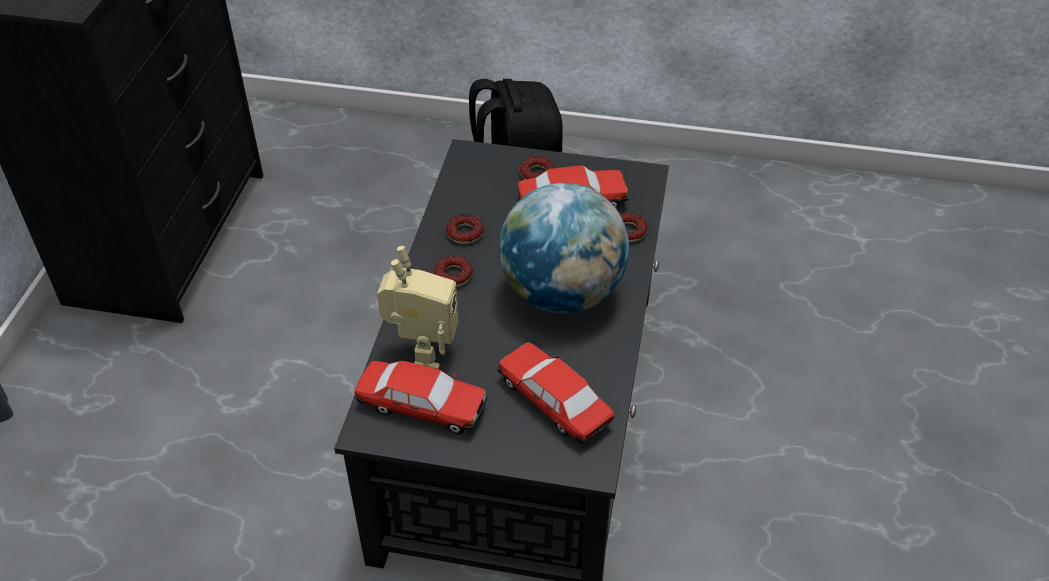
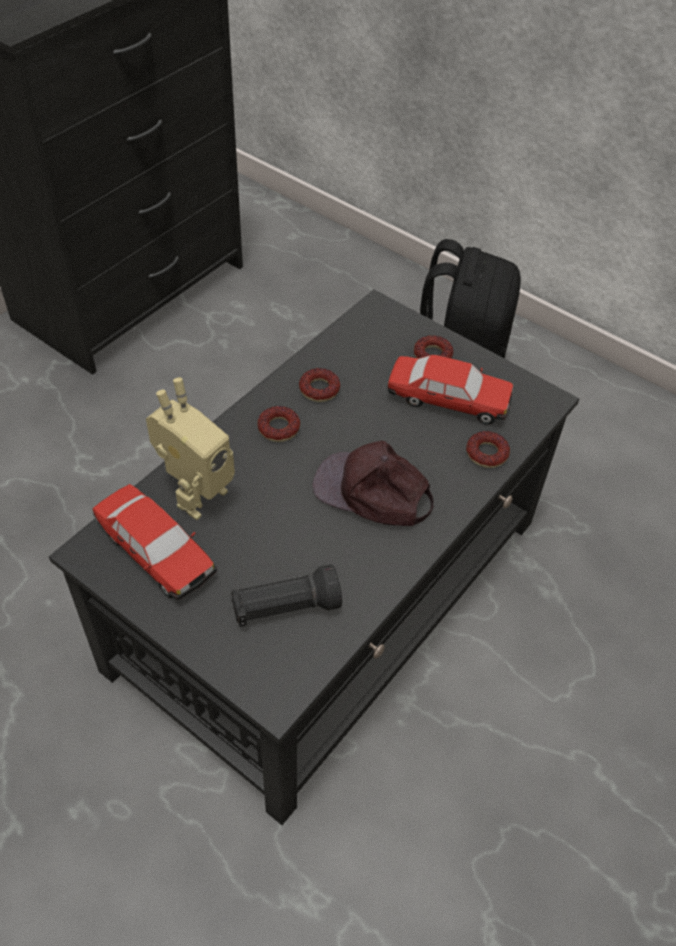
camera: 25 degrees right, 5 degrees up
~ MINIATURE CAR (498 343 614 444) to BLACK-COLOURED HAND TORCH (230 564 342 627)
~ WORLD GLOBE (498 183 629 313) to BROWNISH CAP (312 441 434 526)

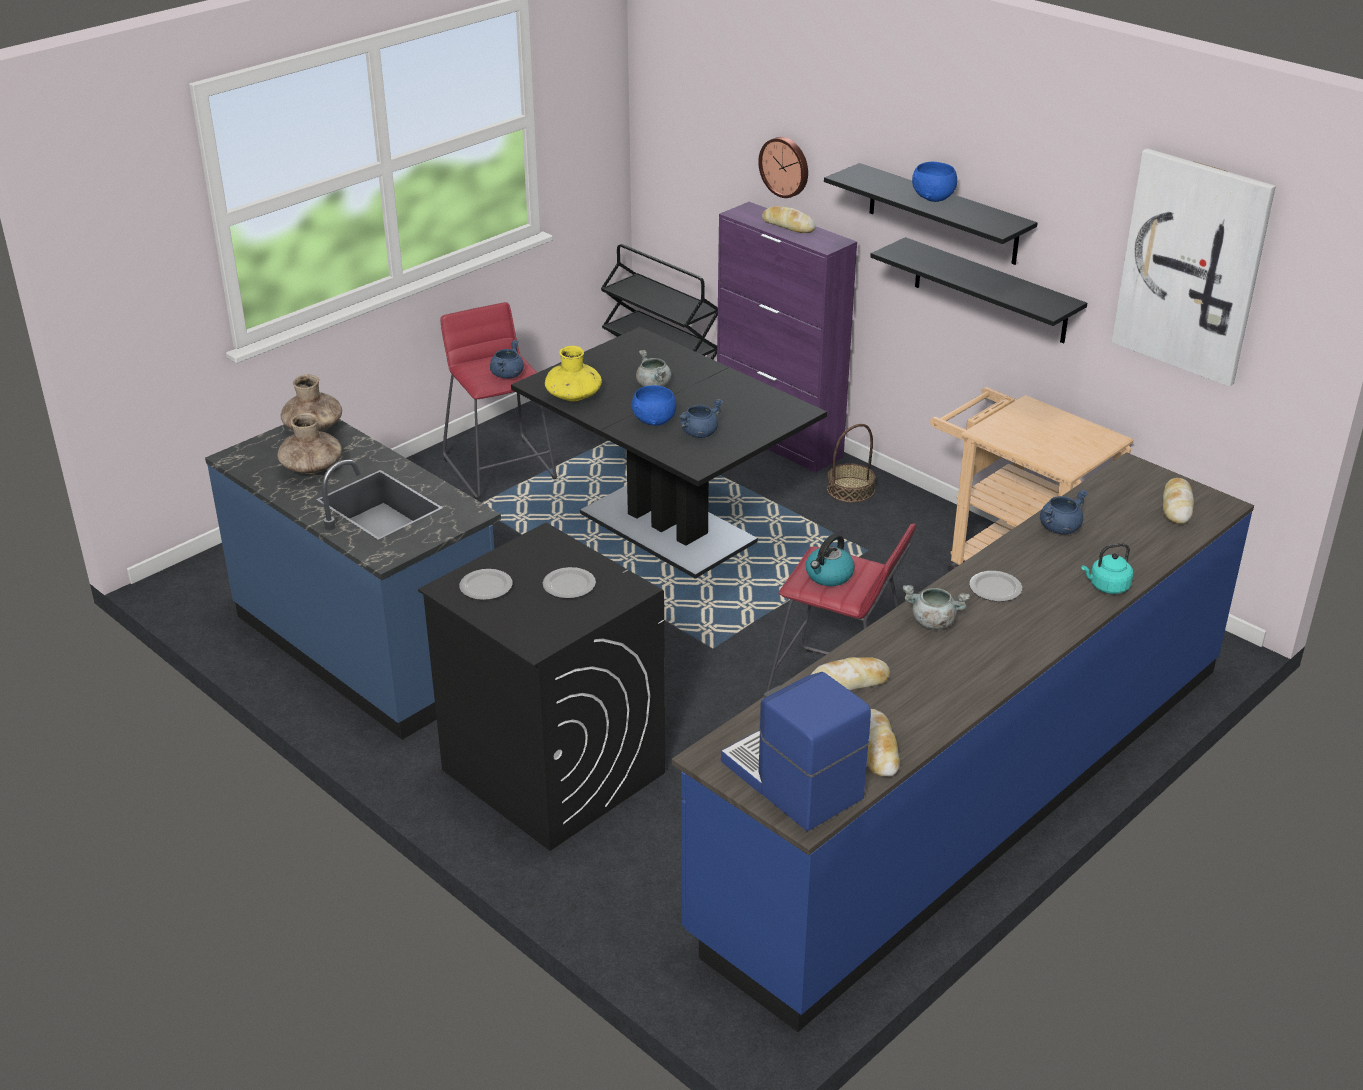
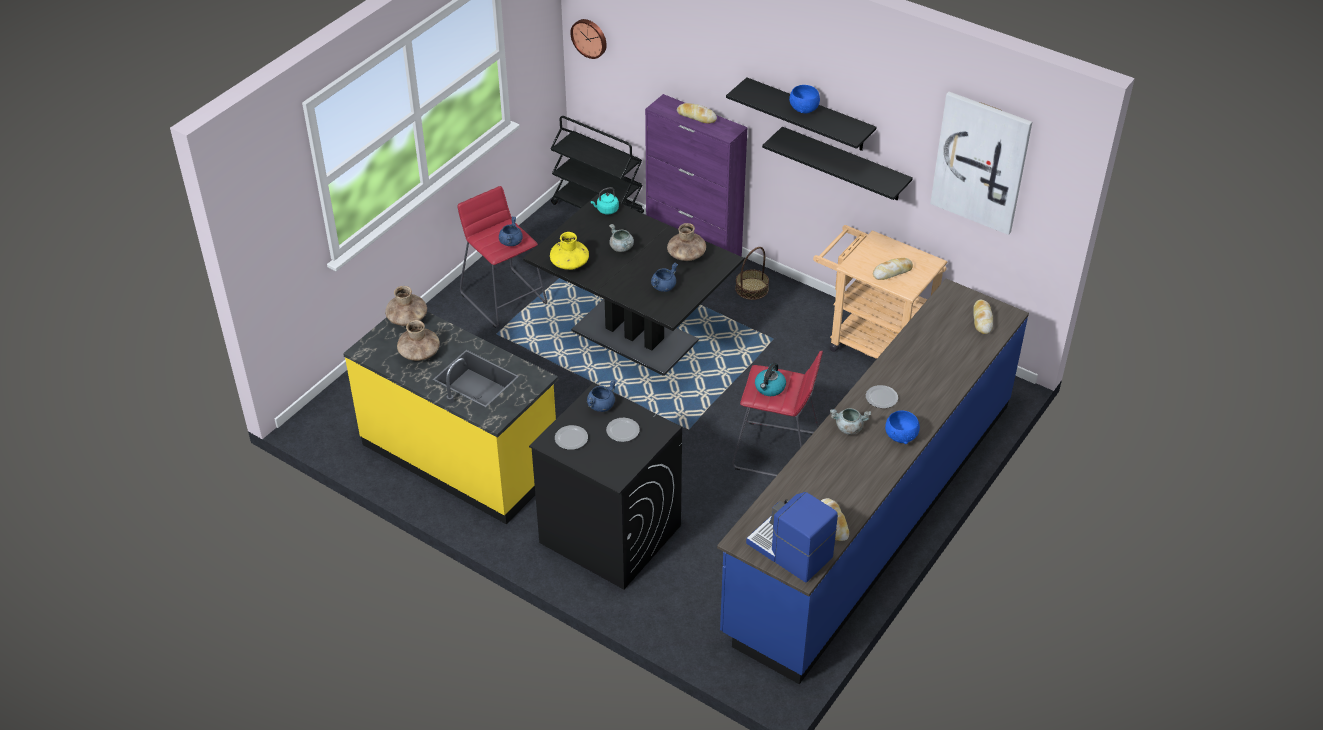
camera: 10 degrees left, 10 degrees up
~ BLUE KITCHEN COUNTER (205 419 501 740) to YELLOW-COLOURED KITCHEN COUNTER (343 311 558 524)
~ CLOCK ON THE WALL (758 137 808 198) to (570 19 607 59)
~ BLUE STOCKPOT (1040 489 1088 535) to (587 379 617 412)
~ TURQUOISE KETTLE (1082 543 1133 594) to (591 187 619 215)
+ BROWNISH VASE (667 223 706 261)
~ BAKED BREAD (811 657 890 690) to (873 258 913 280)
~ BLUE DEEP DISH (632 385 676 426) to (885 411 920 444)

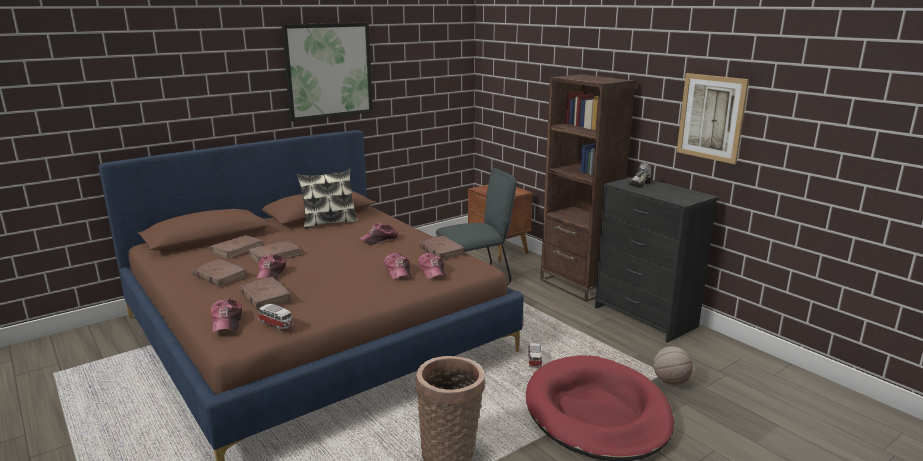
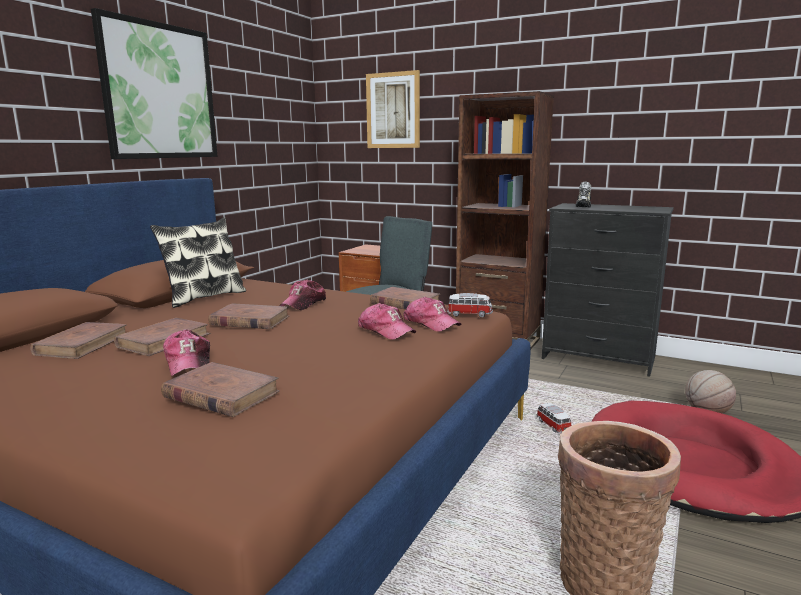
camera: 25 degrees left, 5 degrees down
~ BROWNISH VOLUME (192 259 247 287) to (208 303 289 329)
~ WALL PICTURE (677 73 749 164) to (366 70 420 148)
~ MINIATURE CAR (258 304 294 330) to (447 293 493 318)
- CAP (210 299 242 333)

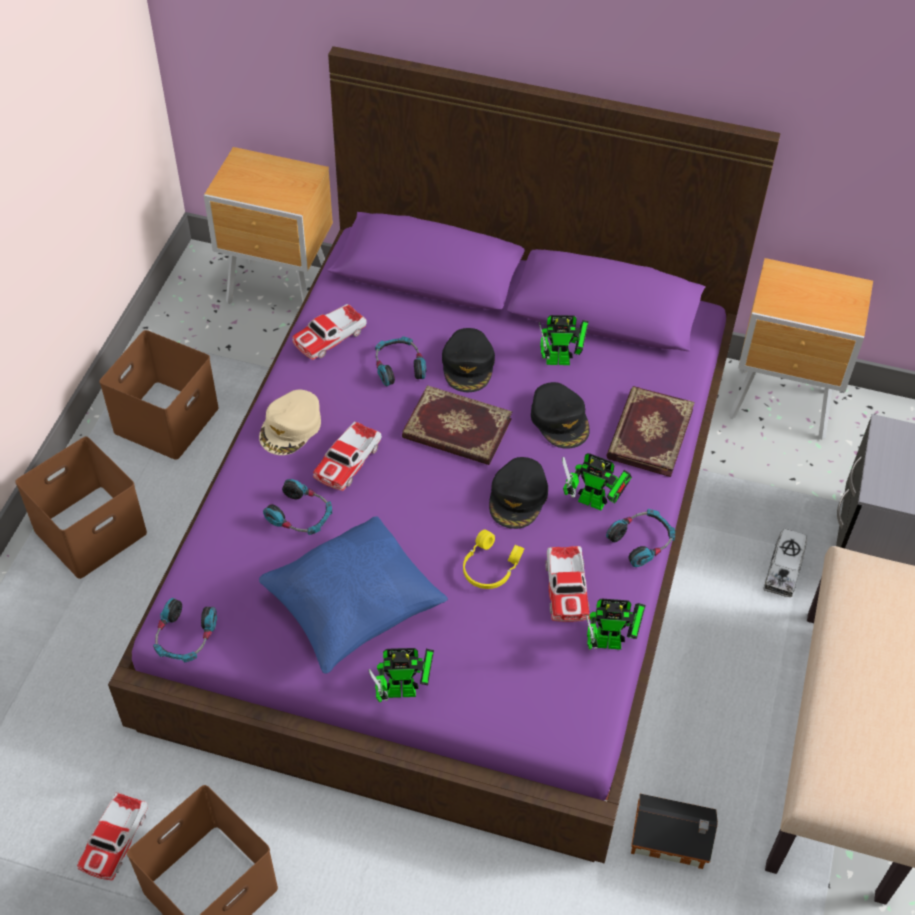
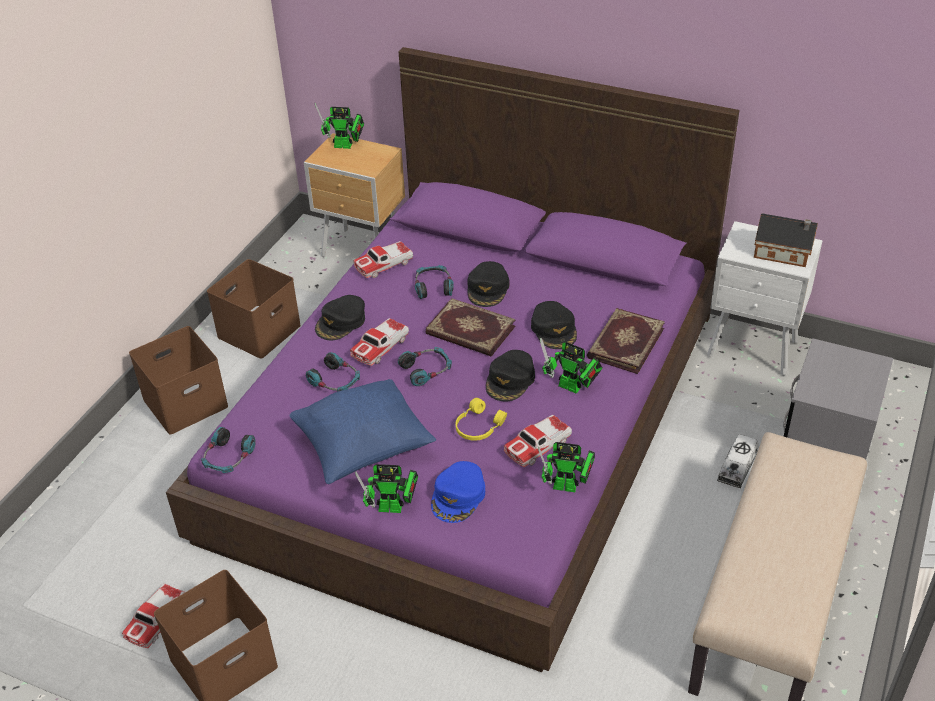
camera: 10 degrees right, 10 degrees down
~ MODEL ROBOT (539 315 589 365) to (315 103 364 149)
~ SAND-COLOURED CAP (259 390 321 455) to BLACK-COLOURED CAP (315 295 365 340)
~ HEADPHONES (606 509 675 567) to (398 347 452 386)
+ BLUE CAP (431 461 485 523)
~ MINIATURE CAR (545 546 590 622) = (504 415 572 467) 45 degrees clockwise
~ BROWNISH BEDSIDE TABLE (729 258 873 439) to WHITE BEDSIDE TABLE (707 221 823 376)
~ TOY HOUSE (631 794 718 869) to (754 213 818 267)

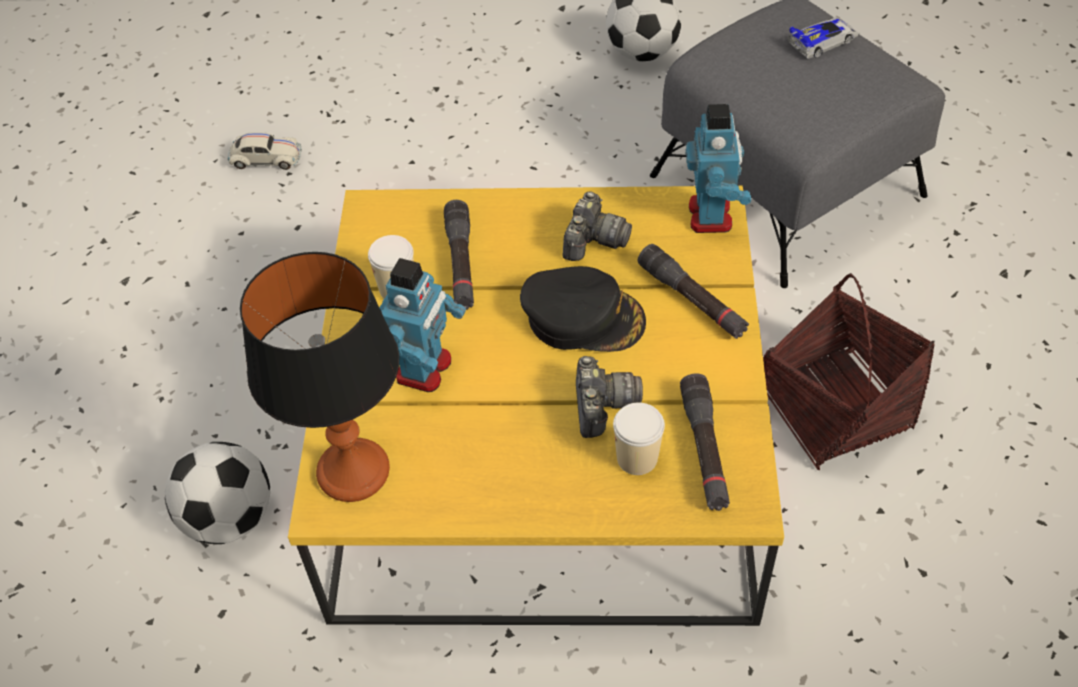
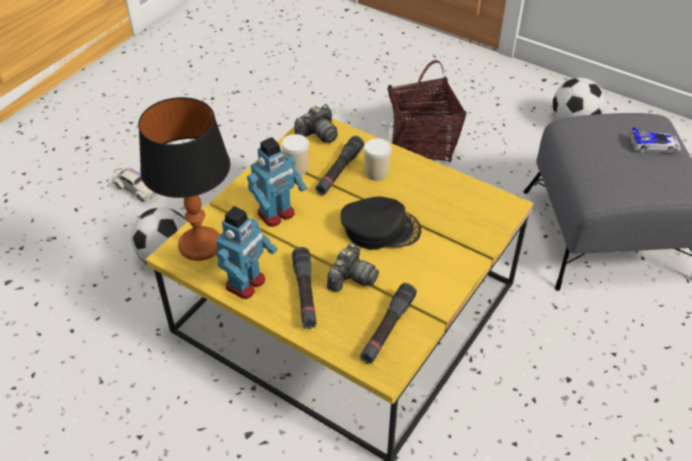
camera: 30 degrees right, 5 degrees down
~ WHITE MINIATURE CAR (228 132 302 170) to (112 167 157 202)
~ MODEL ROBOT (685 104 751 233) to (216 206 277 299)
~ BLACK-COLOURED HAND TORCH (638 244 749 339) to (292 247 317 329)
~ STILL CAMERA (562 192 632 261) to (294 105 338 143)
~ BLACK-COLOURED CAP (520 266 646 352) = (341 197 421 250) 45 degrees counterclockwise
~ CUP (613 402 665 475) to (364 138 392 181)
~ STORAGE BASKET (763 273 935 470) to (388 60 466 163)

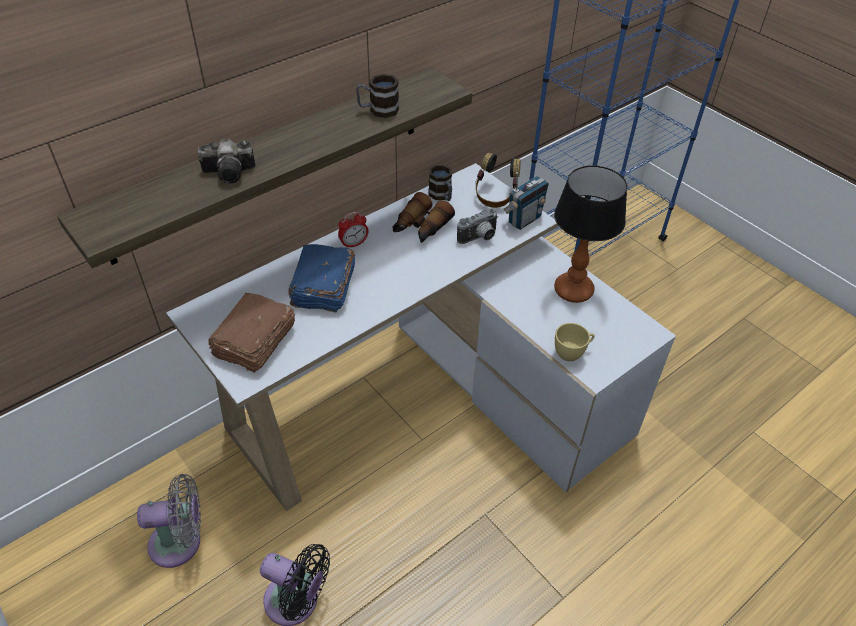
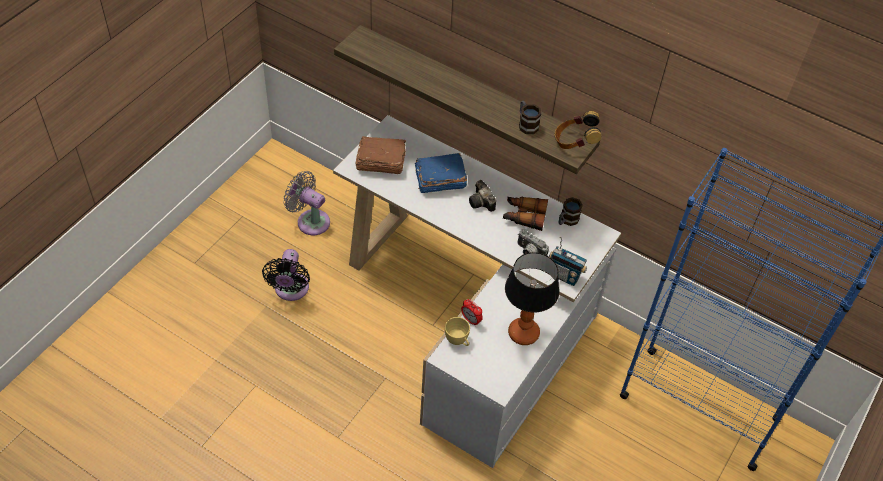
camera: 70 degrees right, 5 degrees up
~ GRAY ELECTRIC FAN (137 474 201 568) = (284 171 330 235) 150 degrees clockwise
~ ALARM CLOCK (338 212 368 248) to (461 299 483 326)
~ STILL CAMERA (198 139 255 183) to (469 180 496 212)
~ HEADPHONES (475 153 520 208) to (555 111 601 149)

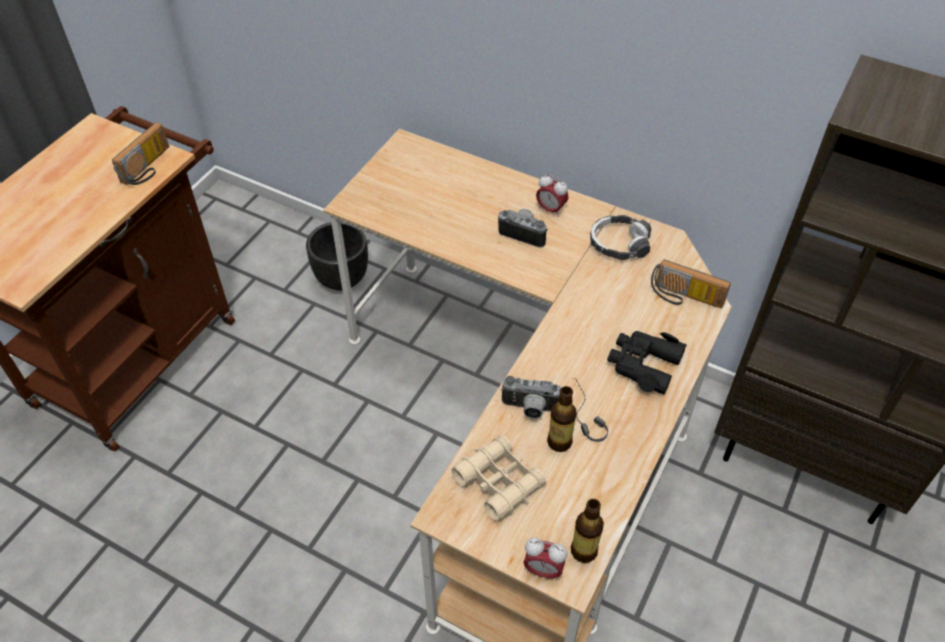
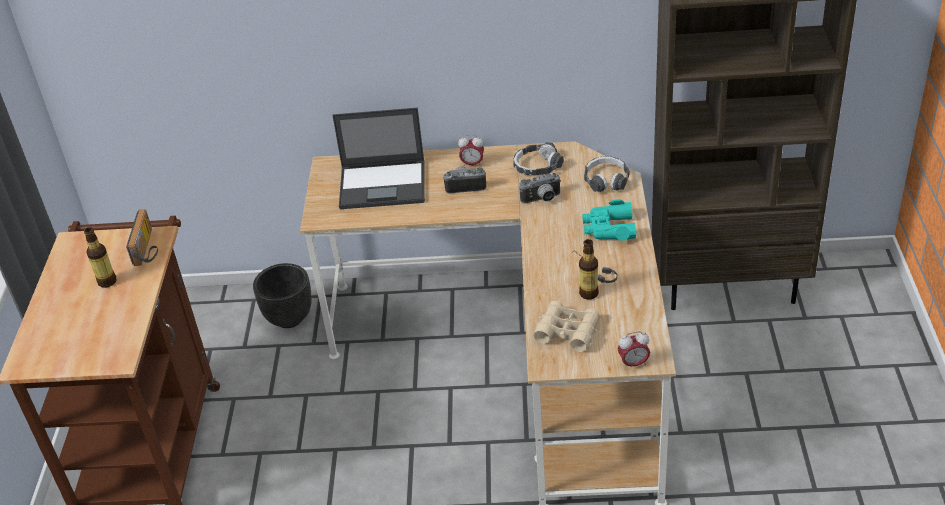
camera: 25 degrees left, 10 degrees down
~ DRINK BOTTLE (571 499 604 563) to (84 227 117 288)
+ NOTEBOOK COMPUTER (333 108 425 209)
~ STILL CAMERA (501 376 561 419) to (519 173 561 204)
~ BLACK-COLOURED BINOCULARS (607 331 687 394) to TURQUOISE BINOCULARS (582 199 637 241)
~ RADIO (651 259 731 308) to HEADPHONES (584 156 629 192)

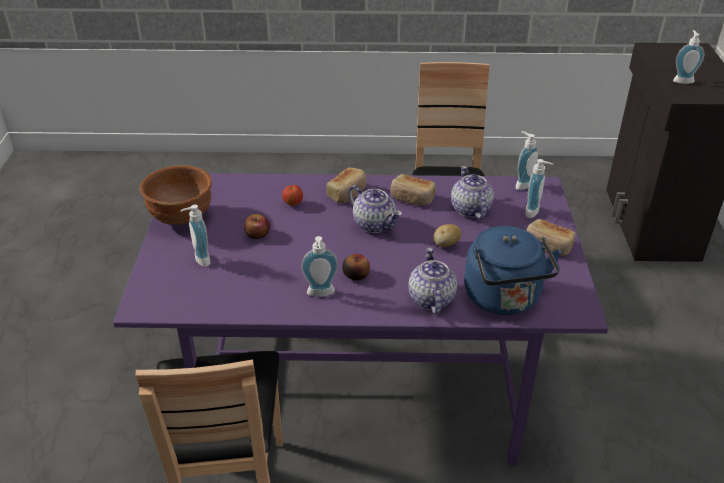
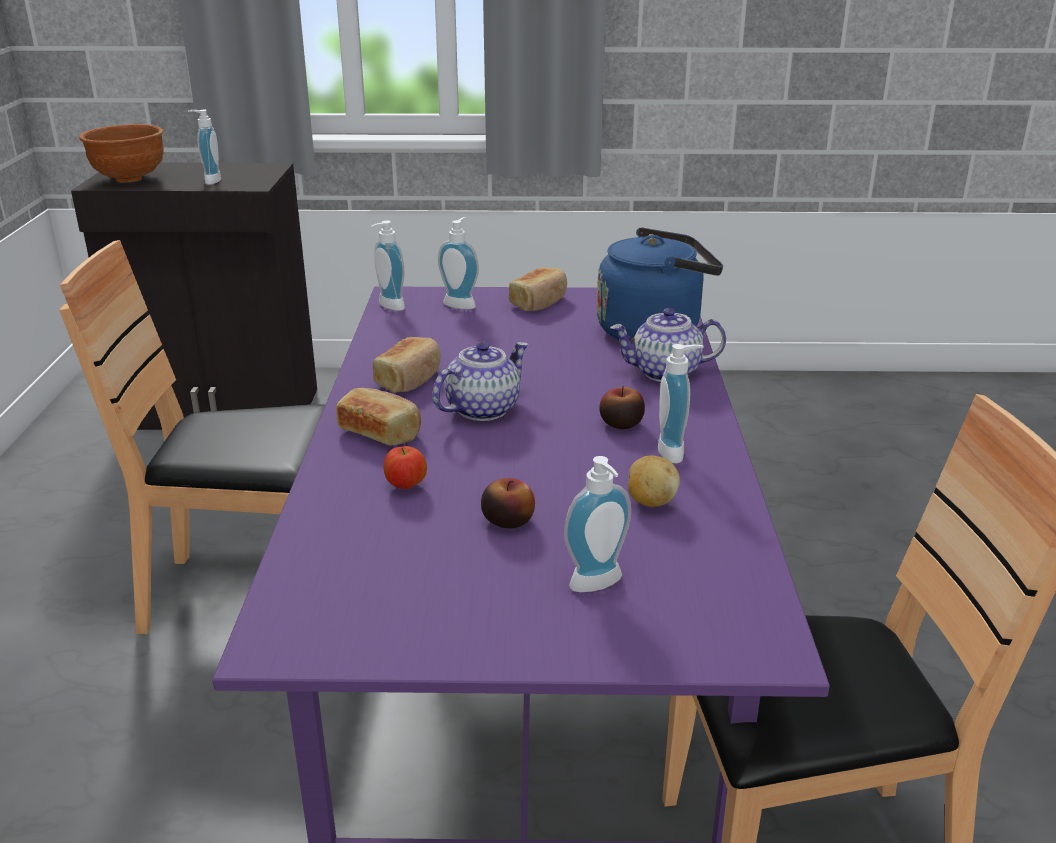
camera: 90 degrees left, 10 degrees down
~ BROWNISH DEEP DISH (140 165 212 225) to (79 124 164 183)
~ SPUD (434 224 461 247) to (628 456 680 507)
- POT FOR TEA (451 166 494 219)

